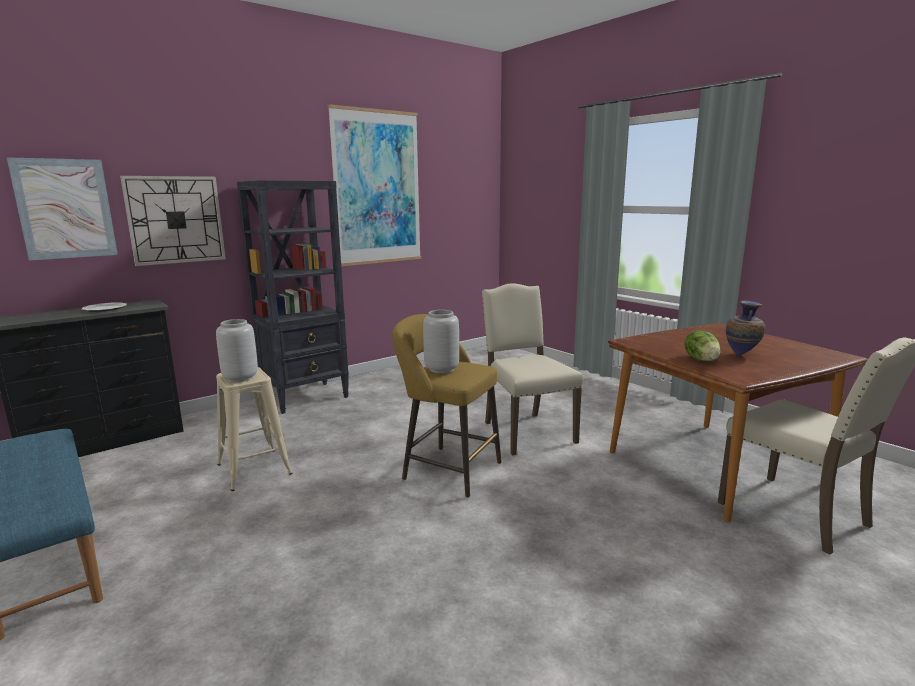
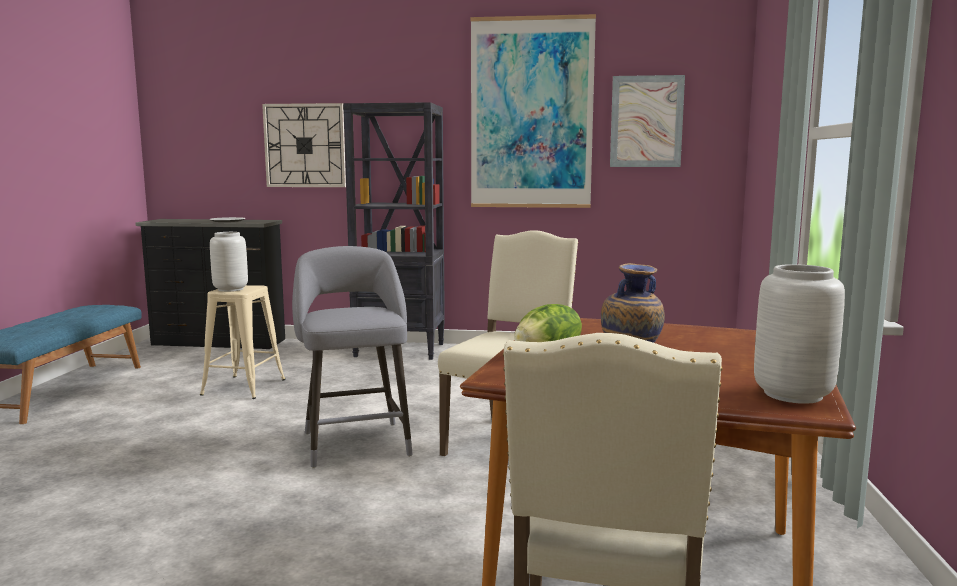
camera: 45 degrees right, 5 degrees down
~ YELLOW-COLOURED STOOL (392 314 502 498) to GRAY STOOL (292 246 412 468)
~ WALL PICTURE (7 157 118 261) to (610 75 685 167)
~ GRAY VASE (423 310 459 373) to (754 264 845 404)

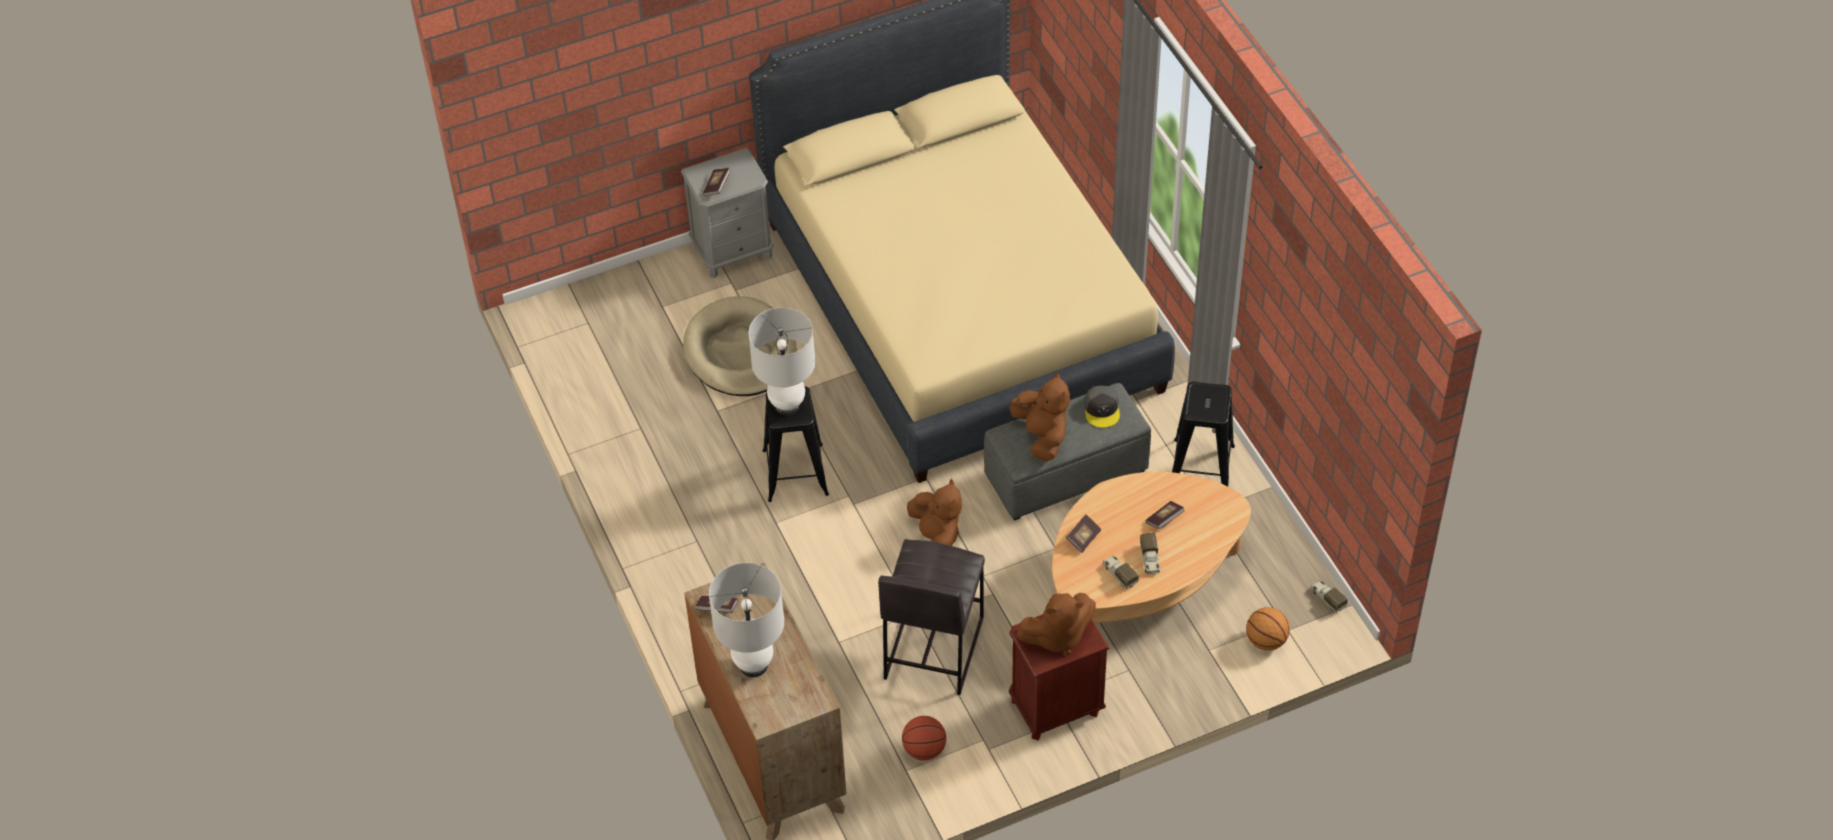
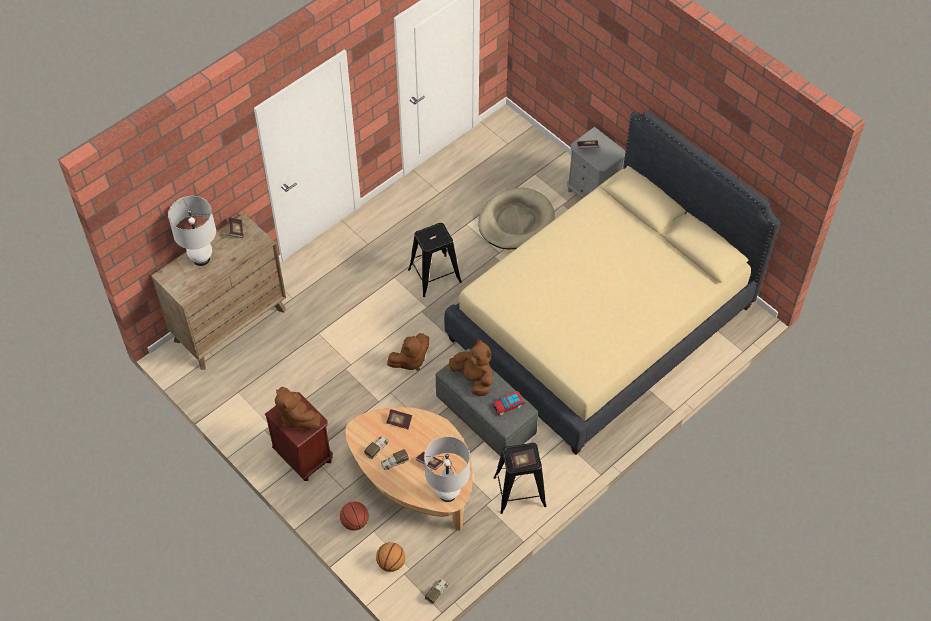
camera: 70 degrees right, 5 degrees up
~ BASKETBALL (902 716 946 761) to (340 502 369 531)
~ WHITE TABLETOP LAMP (748 307 816 416) to (424 436 470 502)
~ BROWNISH SOFT TOY (1009 372 1070 461) = (449 339 493 396) 90 degrees counterclockwise
~ GRAY CAP (1084 385 1120 428) to MINIATURE CAR (493 391 525 415)
+ VOLUME (510 449 536 469)
- GRAY STOOL (878 539 985 695)

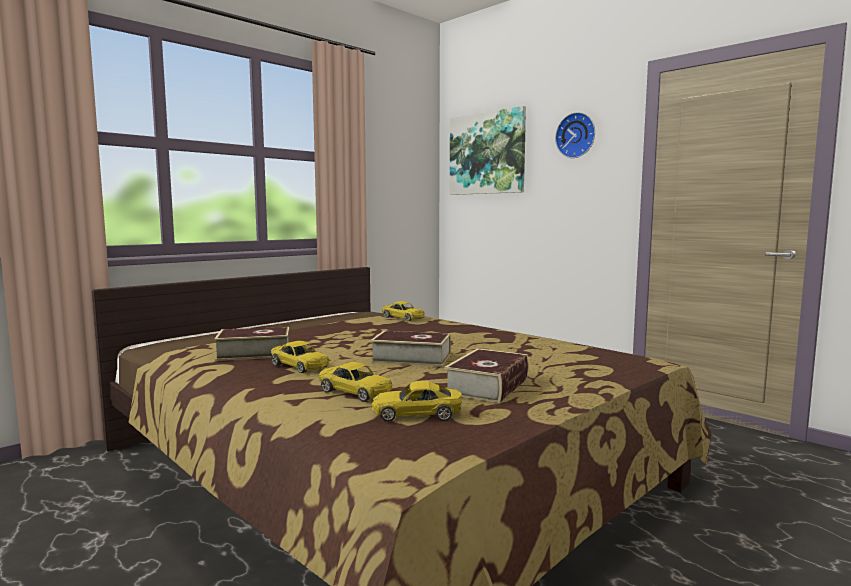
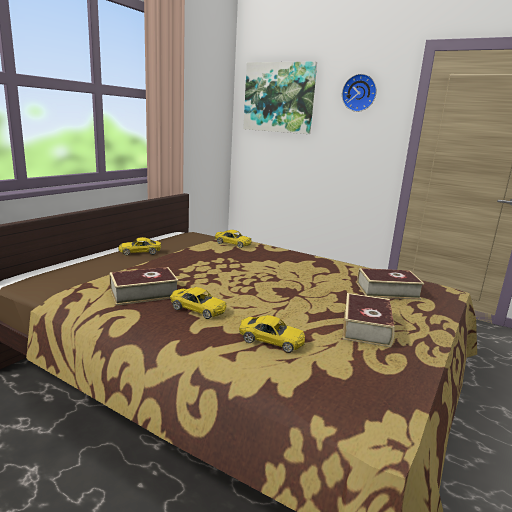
camera: 15 degrees left, 10 degrees up
~ YELLOW-COLOURED MINIATURE CAR (371 381 462 421) to (118 237 161 255)
~ VOLUME (370 331 451 367) to (357 268 424 300)

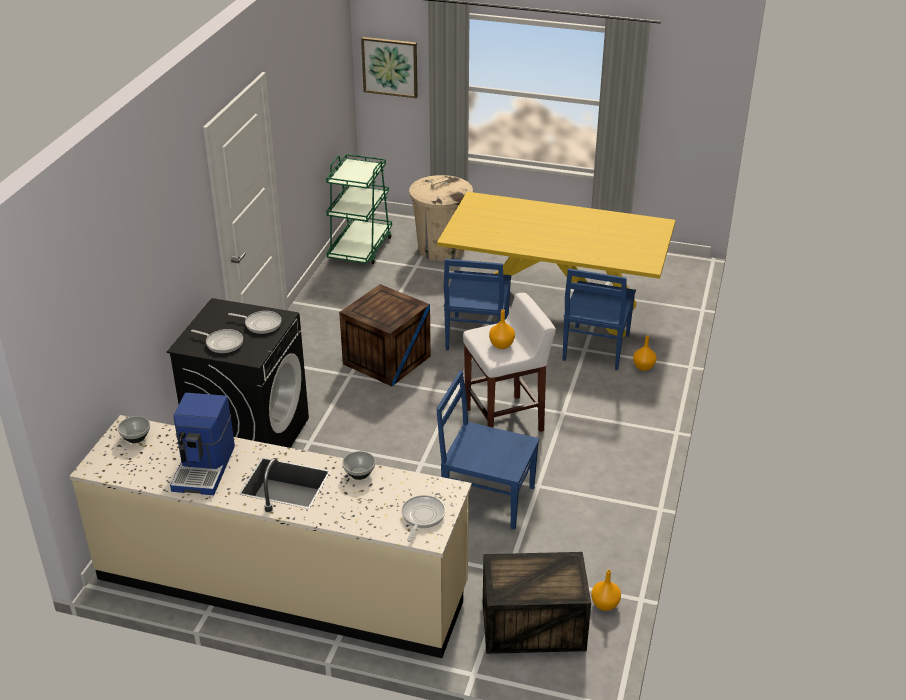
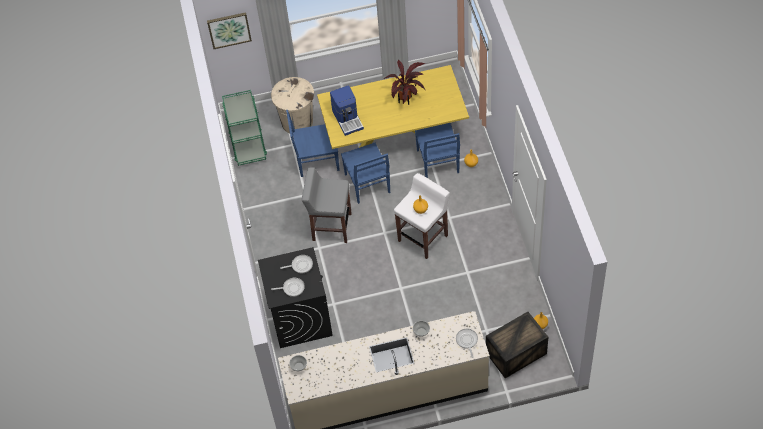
camera: 25 degrees left, 20 degrees up
~ BLUE CHAIR (436 370 540 530) to (286 110 340 177)
~ SHIPPING CRATE (339 284 431 386) to GRAY STOOL (302 167 352 243)
~ COFFEE BREWER (170 393 235 495) to (330 85 364 136)
+ POTTED PLANT (383 60 425 105)

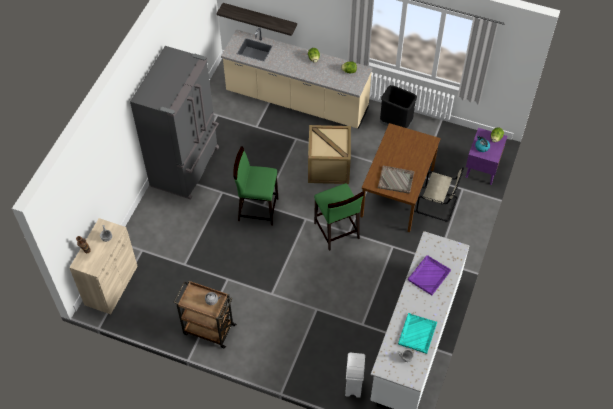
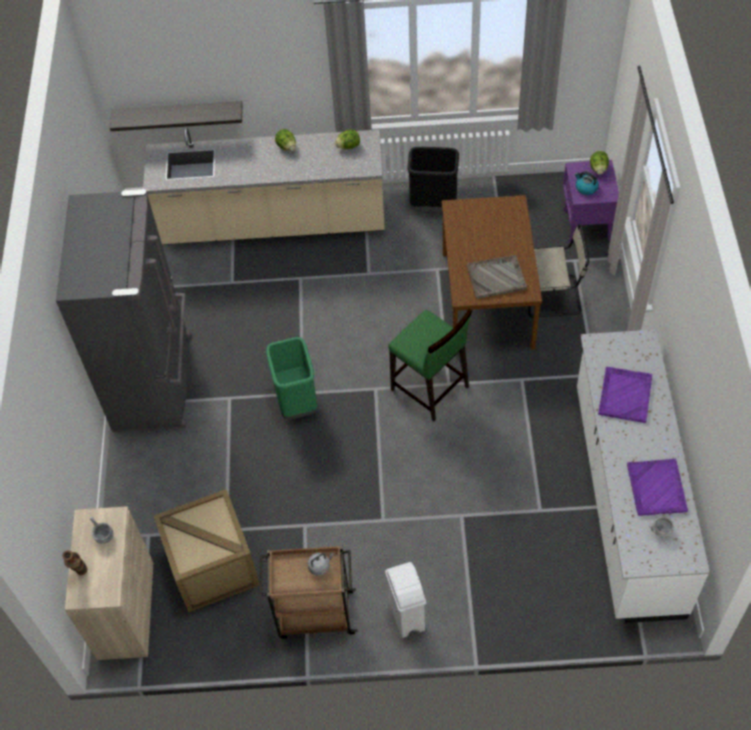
camera: 20 degrees left, 0 degrees up
~ SHIPPING CRATE (308 125 351 184) to (154 489 260 612)
~ GREEN-COLOURED STOOL (233 147 278 226) to GREEN-COLOURED WASTE BIN (266 337 318 420)
~ WHITE WASTE BIN (345 353 365 398) to (385 562 426 638)
~ TURQUOISE TRAY (398 313 437 354) to PURPLE-COLOURED TRAY (627 459 688 516)

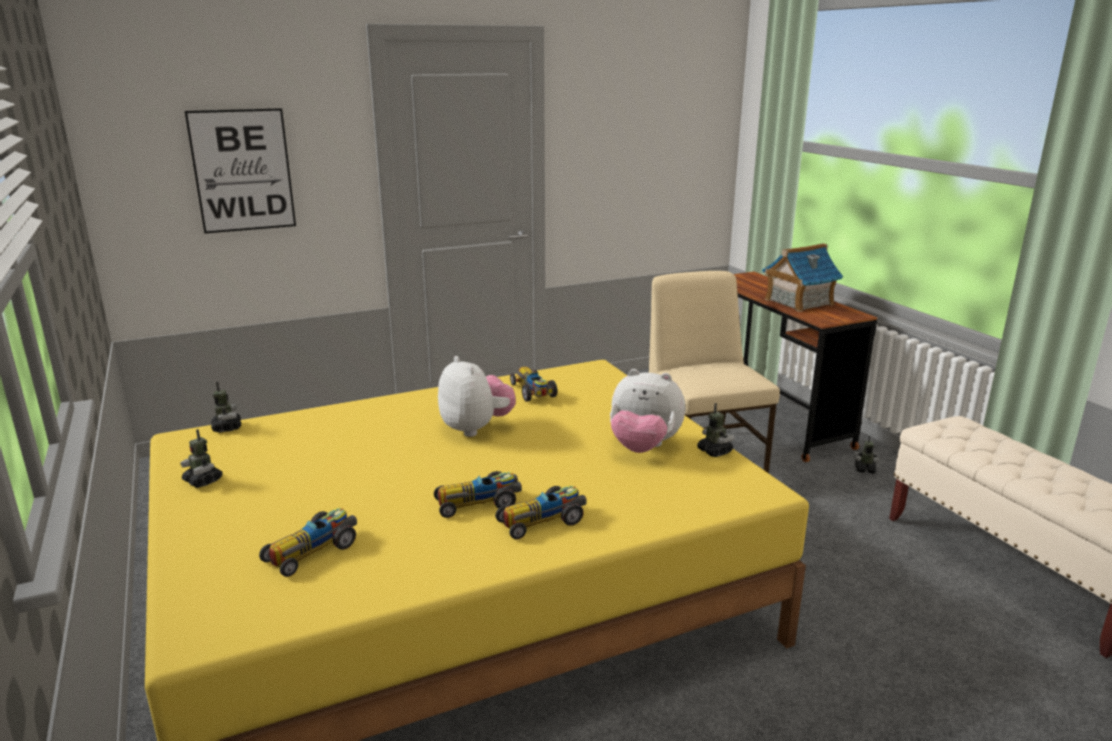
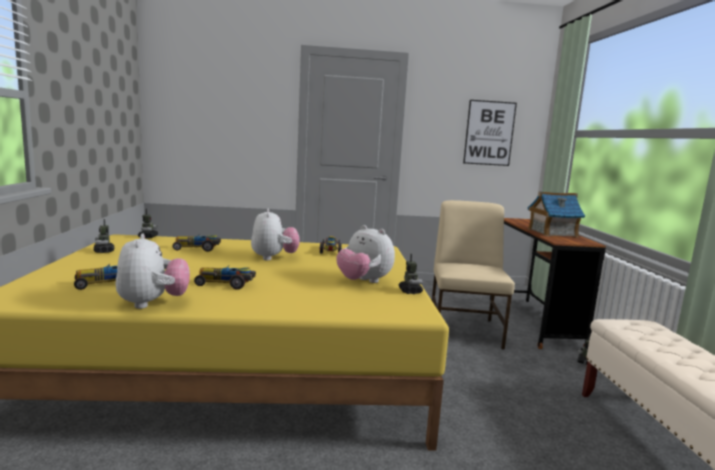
camera: 20 degrees right, 10 degrees down
+ SOFT TOY (116 234 190 309)
~ MINIATURE CAR (495 486 587 539) to (173 235 221 252)
~ WALL PICTURE (185 108 296 234) to (463 100 517 166)

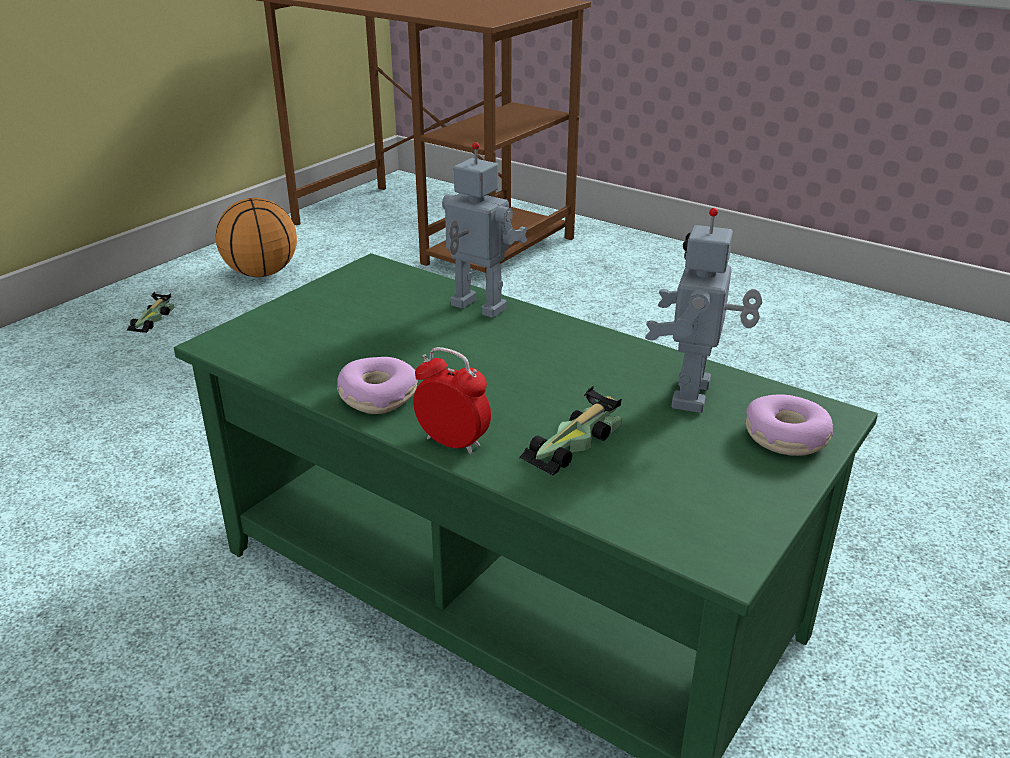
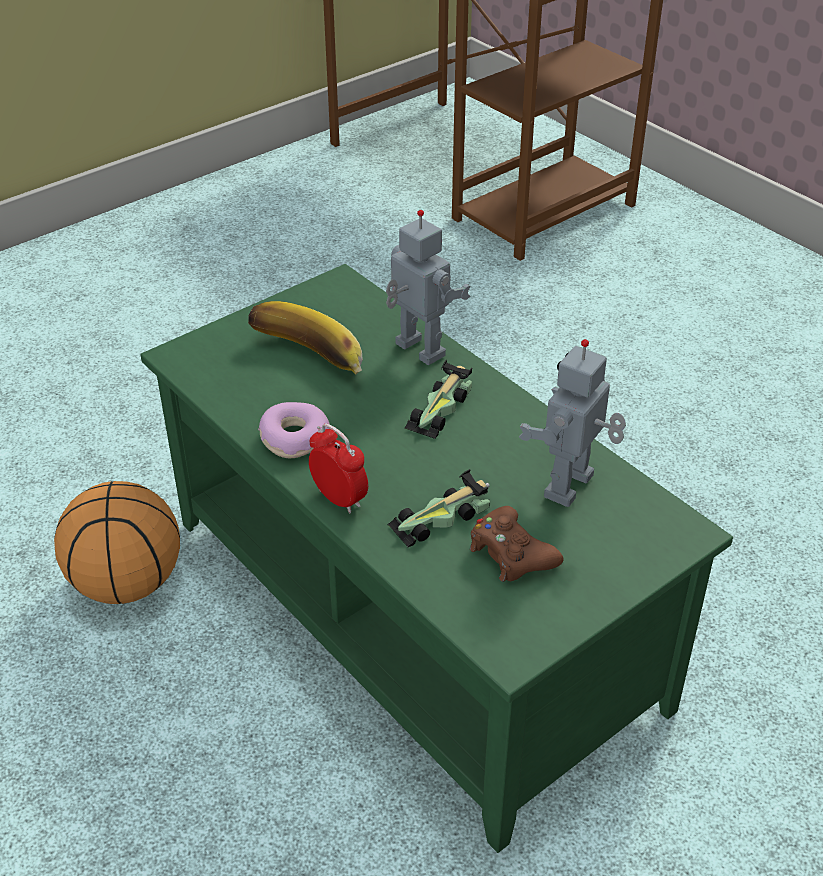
camera: 15 degrees right, 10 degrees up
~ BASKETBALL (216 198 297 277) to (54 481 180 604)
+ BANANA FRUIT (248 301 363 375)
~ MINIATURE CAR (127 292 174 333) to (404 360 472 439)
+ BROWNISH GAME CONTROLLER (470 506 563 582)
- DOUGHNUT (746 394 833 456)

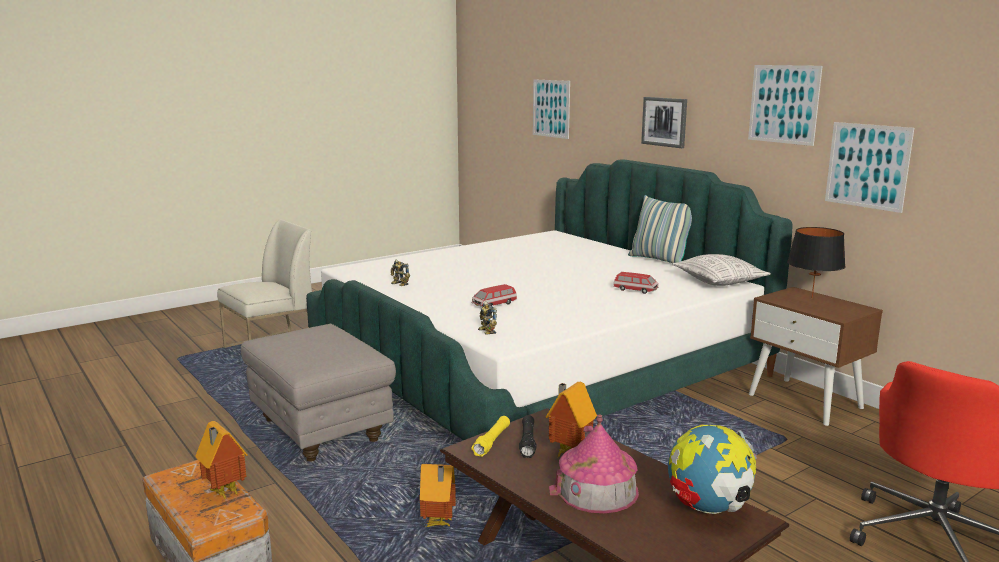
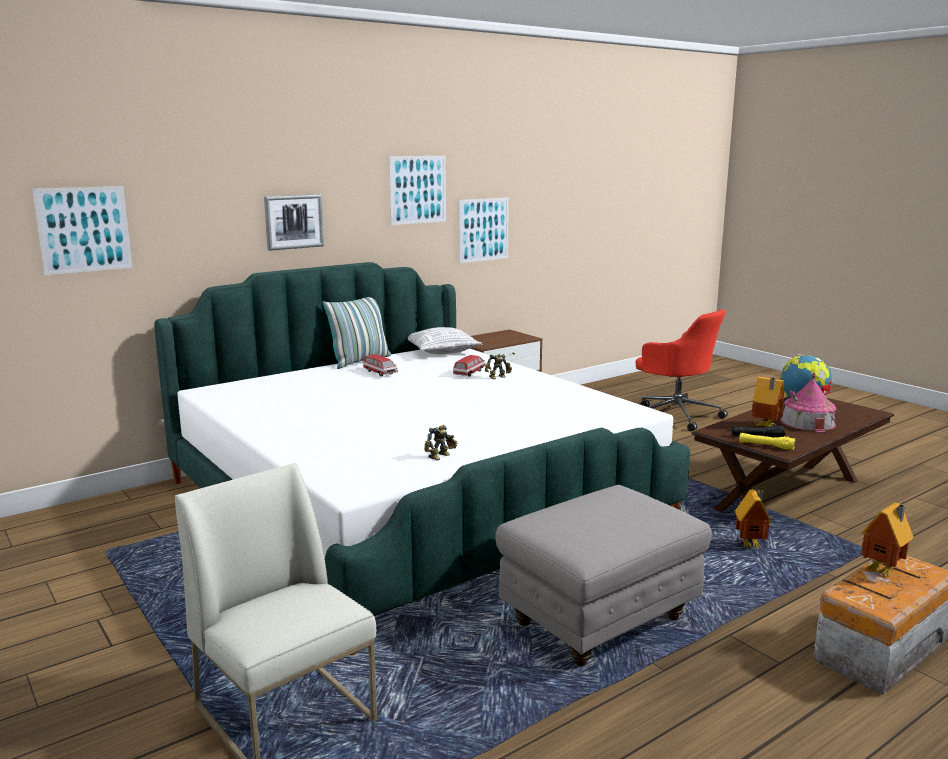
camera: 90 degrees left, 0 degrees up
~ MINIATURE CAR (471 284 517 307) to (363 354 398 376)
~ MODEL ROBOT (478 302 497 335) to (485 354 512 380)
- BLACK-COLOURED TABLETOP LAMP (787 227 845 298)

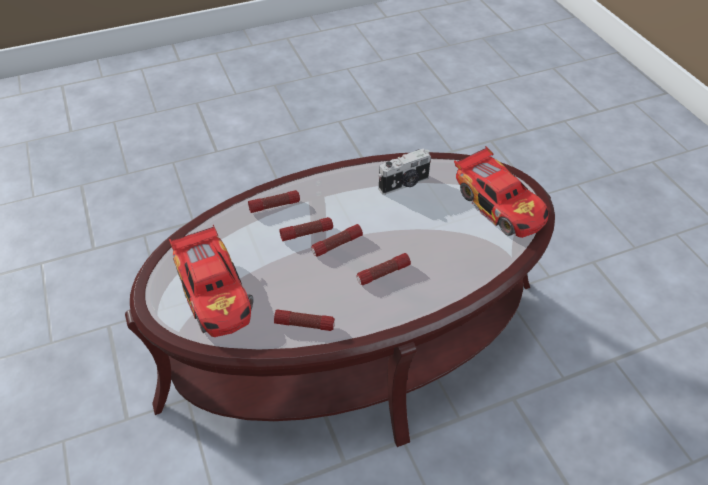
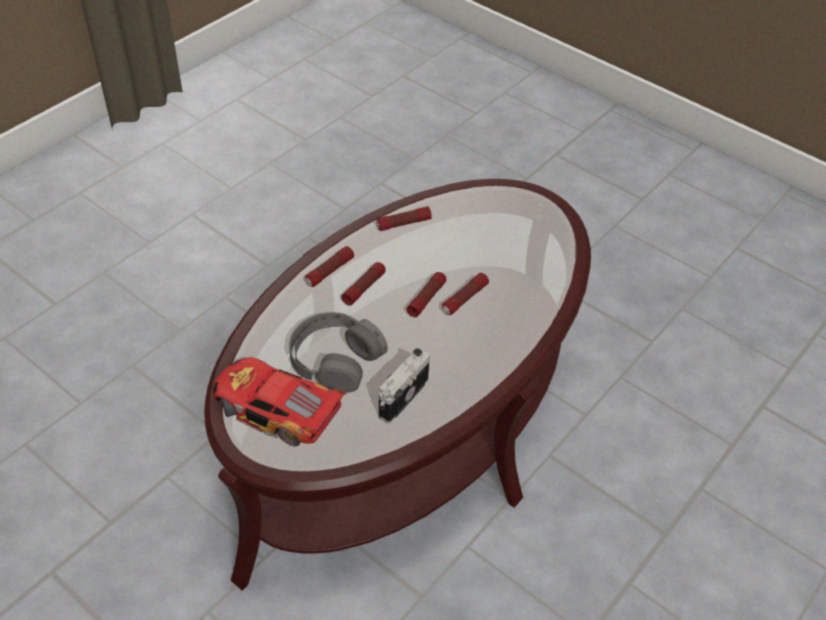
camera: 150 degrees right, 0 degrees up
+ GRAY HEADPHONES (289 312 388 393)
~ HAND TORCH (248 190 300 213) to (305 246 354 287)
- MINIATURE CAR (169 225 253 337)

